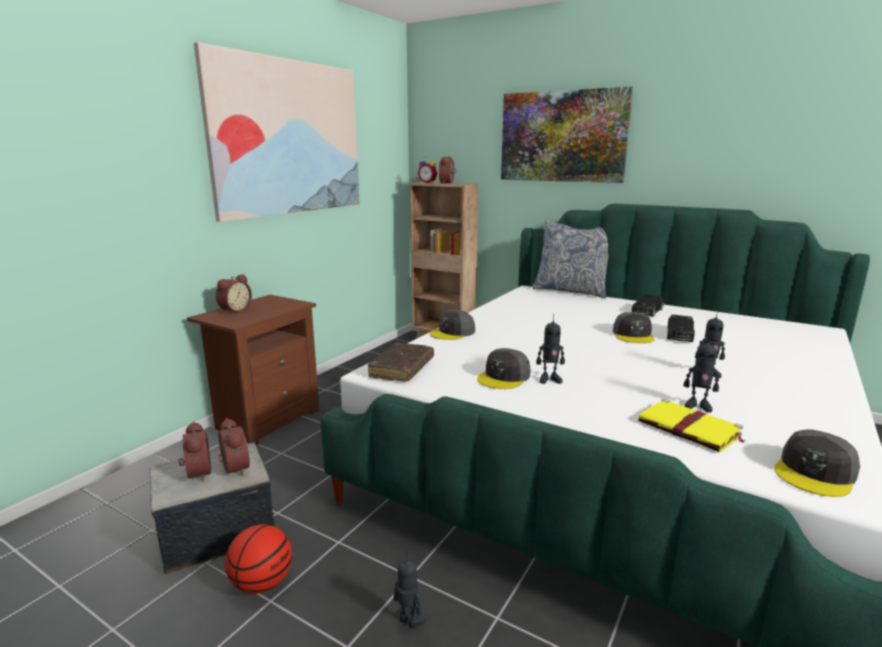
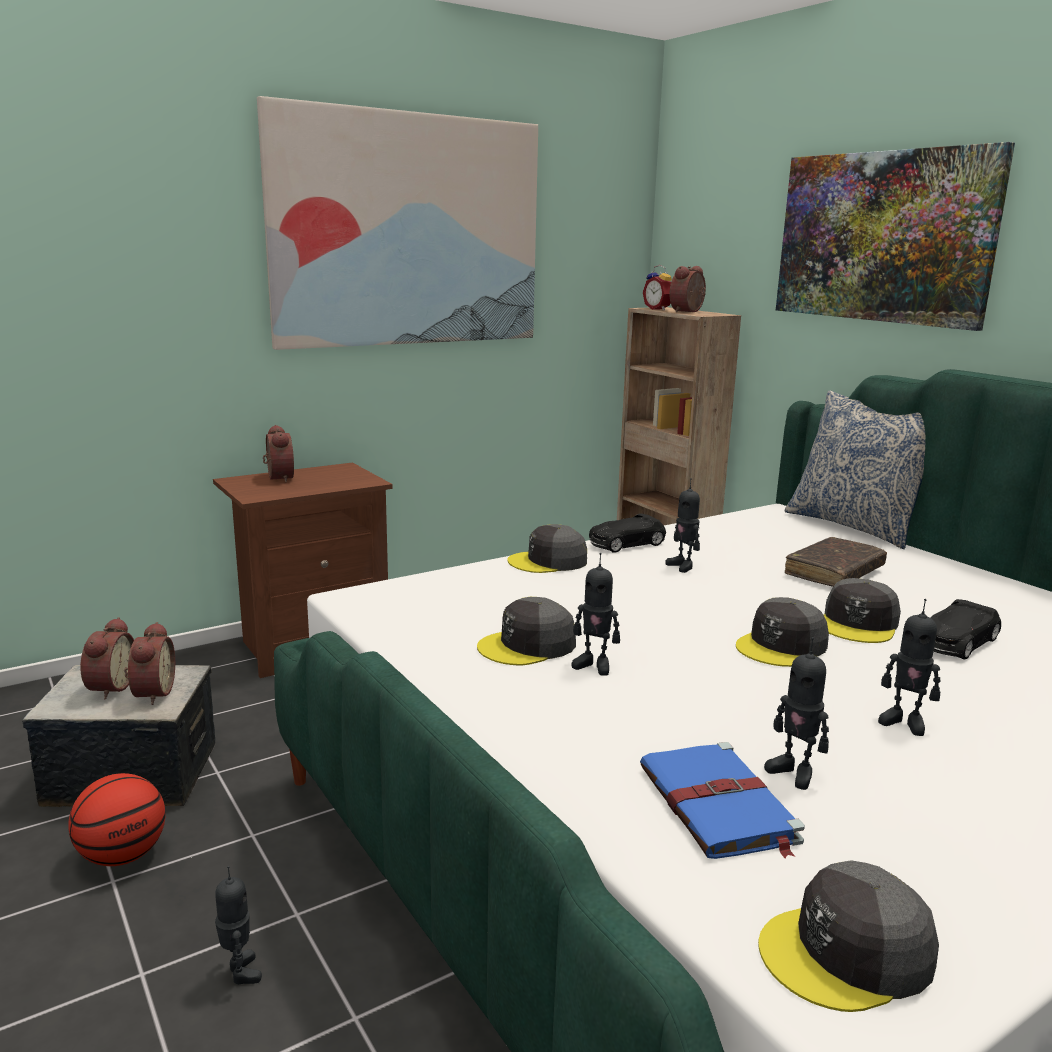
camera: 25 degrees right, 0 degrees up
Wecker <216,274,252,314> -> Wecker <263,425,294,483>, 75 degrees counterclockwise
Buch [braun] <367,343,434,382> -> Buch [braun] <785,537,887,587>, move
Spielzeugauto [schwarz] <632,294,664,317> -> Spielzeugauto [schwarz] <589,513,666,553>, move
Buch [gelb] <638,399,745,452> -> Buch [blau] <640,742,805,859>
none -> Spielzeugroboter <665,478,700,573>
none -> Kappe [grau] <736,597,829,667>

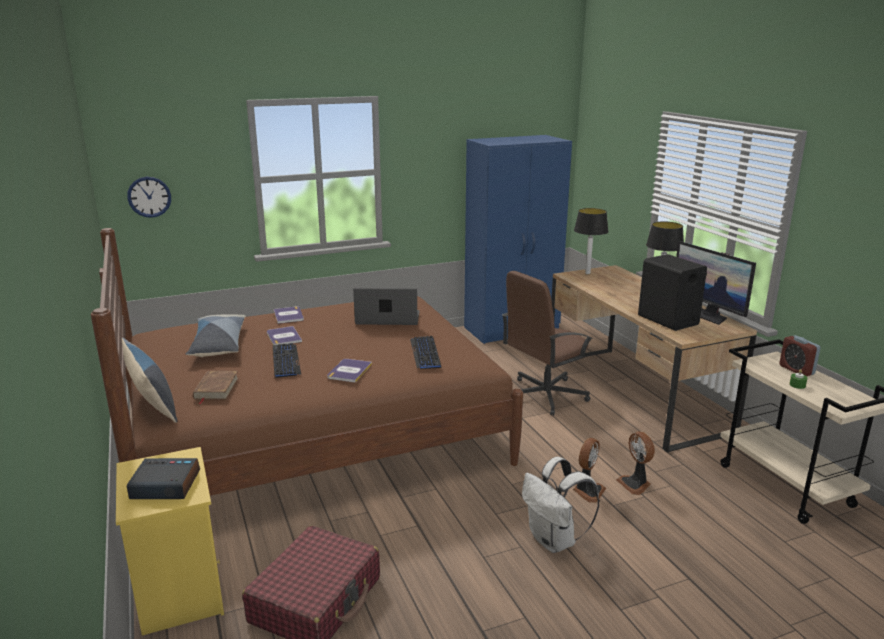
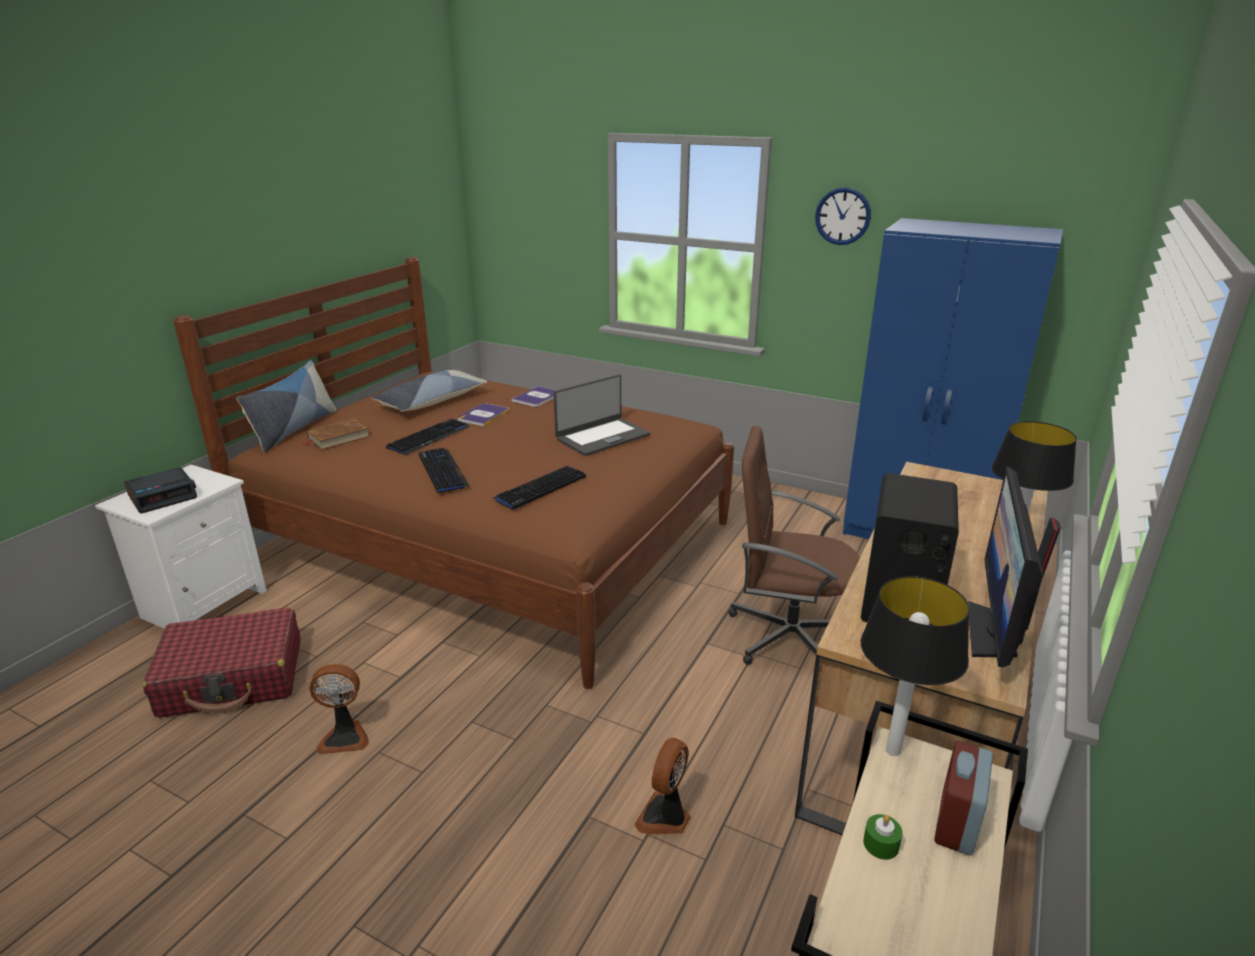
camera: 50 degrees right, 5 degrees up
Nachttisch [gelb] <116,447,224,635> -> Nachttisch [weiß] <95,465,267,629>
Wanduhr <127,177,171,218> -> Wanduhr <815,187,871,245>, move
Wecker <127,458,200,499> -> Wecker <124,467,197,513>, 90 degrees clockwise
Buch <327,359,372,383> -> Tastatur <419,448,470,493>
Laptop <353,287,420,325> -> Laptop <553,374,650,456>, 90 degrees clockwise
Rucksack [weiß] <522,457,600,553> -> none
Ventilator <573,438,606,503> -> Ventilator <310,664,369,754>, move
Tischlampe <574,208,609,274> -> Tischlampe <860,576,970,756>, move

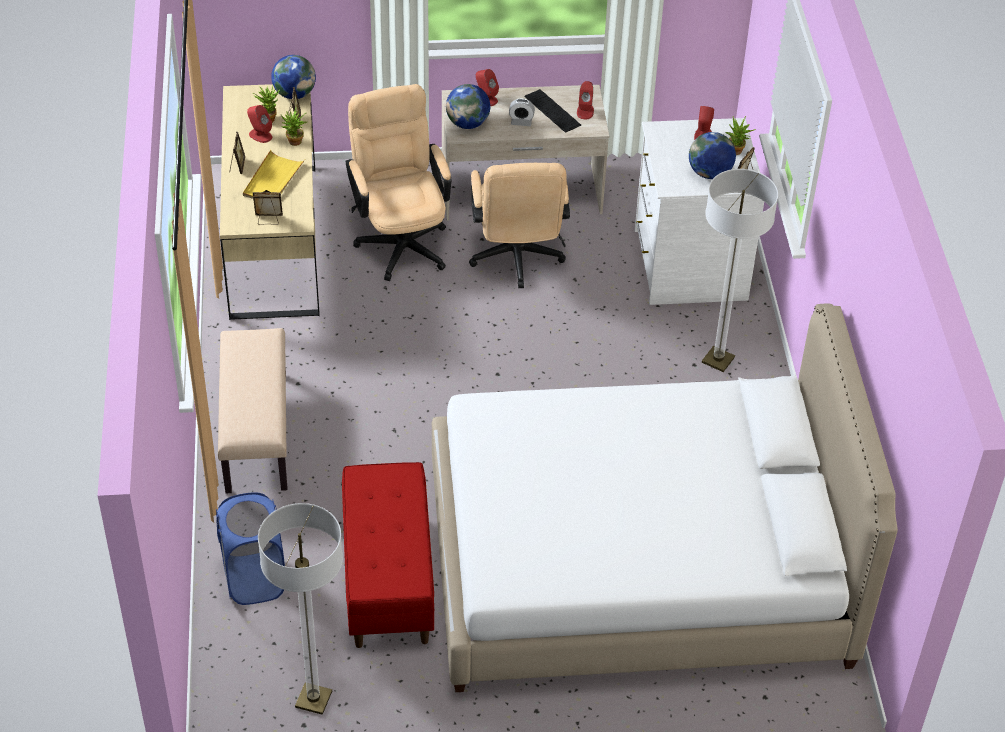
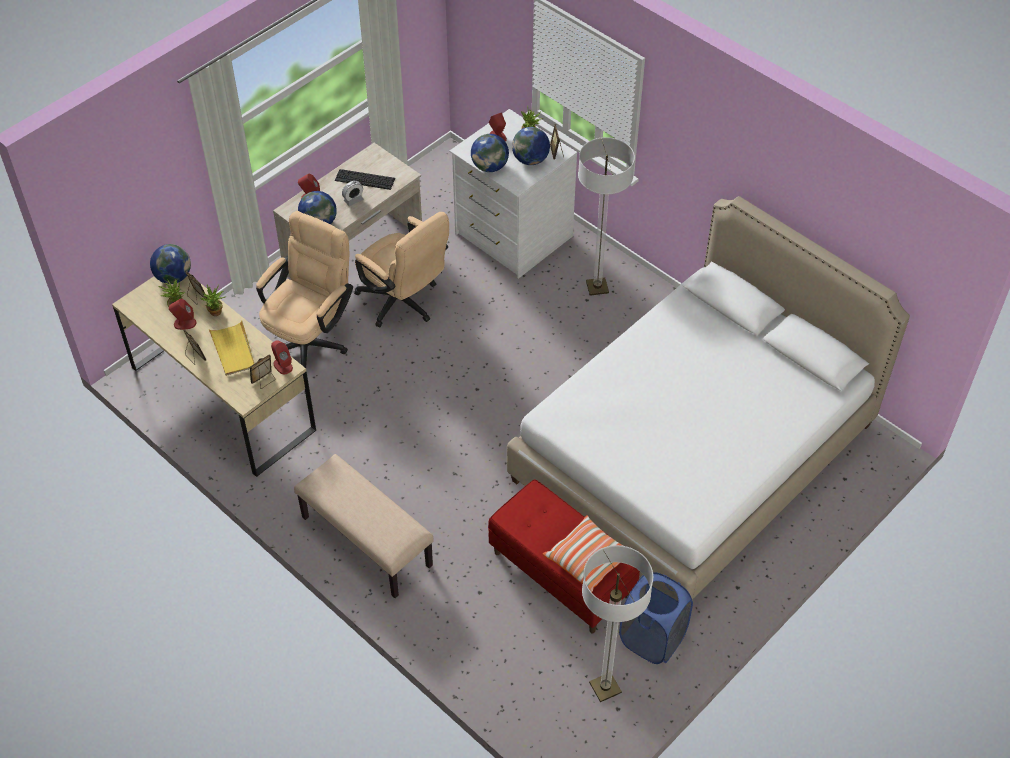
camera: 40 degrees left, 5 degrees up
Wäschekorb [blau] <216,492,285,605> -> Wäschekorb [blau] <619,572,693,664>, move
Bürostuhl [beige] <346,84,451,281> -> Bürostuhl [beige] <256,211,353,368>, 90 degrees clockwise
Lautsprecher [rot] <577,81,594,119> -> Lautsprecher [rot] <271,340,293,374>, move
none -> Globus <471,134,509,172>
none -> Kissen <543,515,623,592>

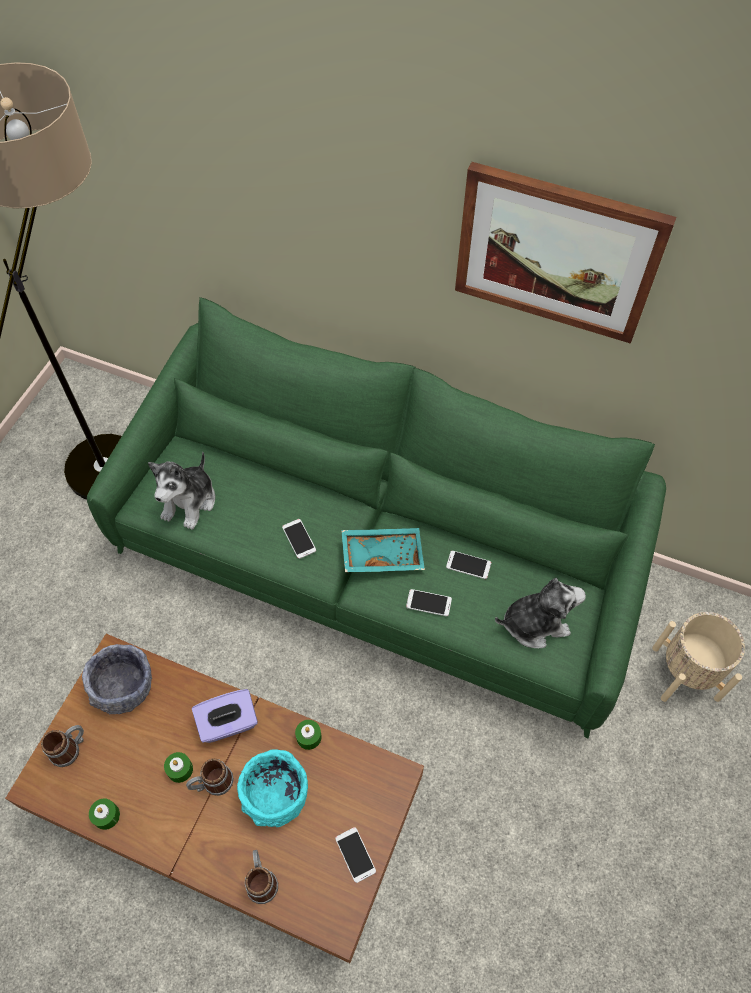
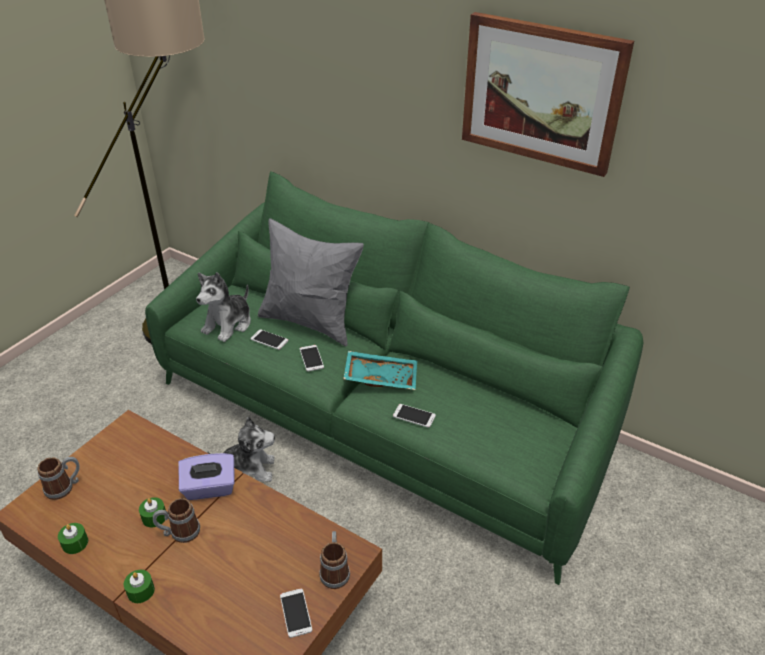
camera: 10 degrees right, 20 degrees down
Schüssel [grau] <82,644,152,714> -> none
Schüssel [türkis] <237,749,308,827> -> none
Henkelbecher <245,850,278,904> -> Henkelbecher <319,531,350,589>, move
Kerze [grün] <295,720,322,750> -> Kerze [grün] <124,570,155,603>, move
Handy <446,551,491,579> -> Handy <251,329,288,350>, move
Plüschtier <495,578,586,648> -> Plüschtier <207,417,275,482>, move
Pflanzkübel [beige] <652,612,745,702> -> none
none -> Kissen [grau] <258,218,364,346>

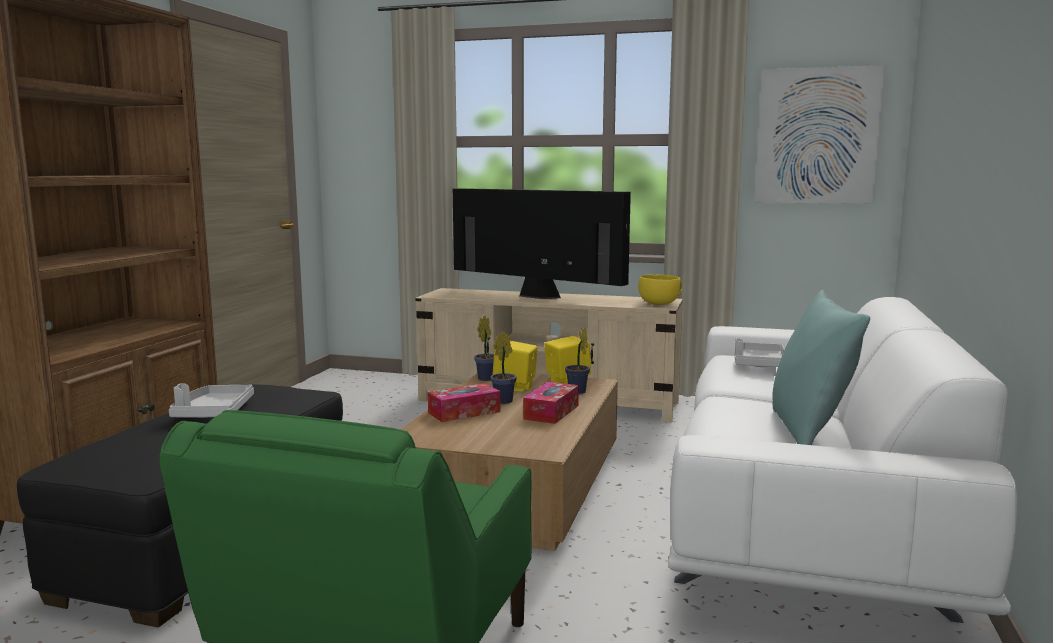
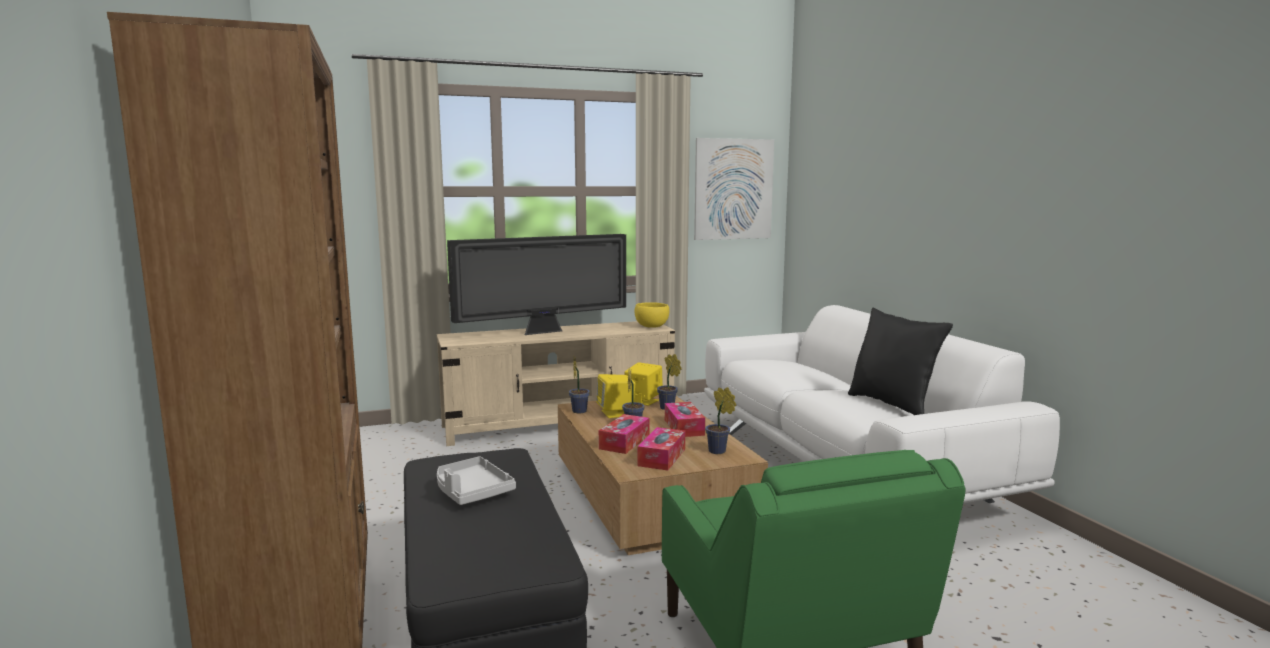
camera: 35 degrees left, 0 degrees up
Fernseher <453,188,631,299> -> Fernseher <447,234,626,335>, 150 degrees clockwise
Tablett [grau] <735,338,785,367> -> none
Kissen [türkis] <772,290,870,445> -> Kissen [schwarz] <848,308,953,415>
none -> Taschentuchbox <637,427,685,470>
none -> Topfpflanze <705,387,736,454>

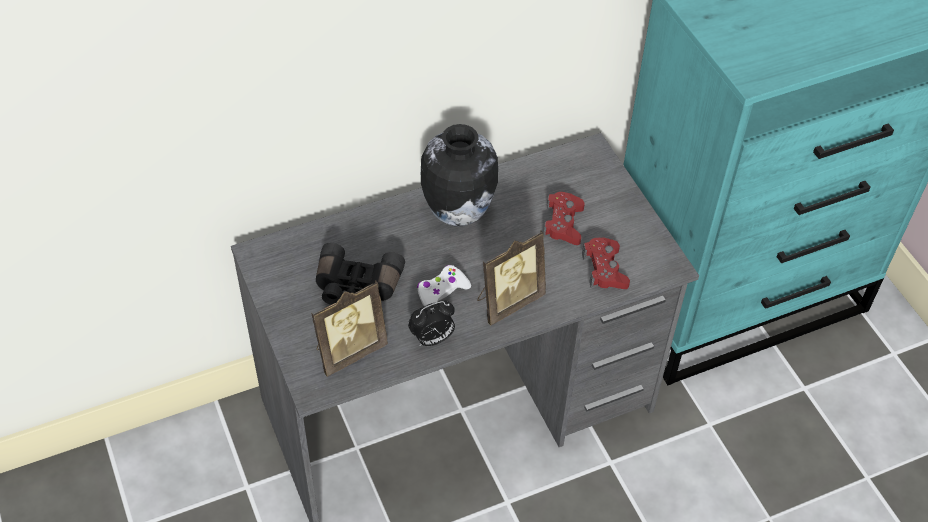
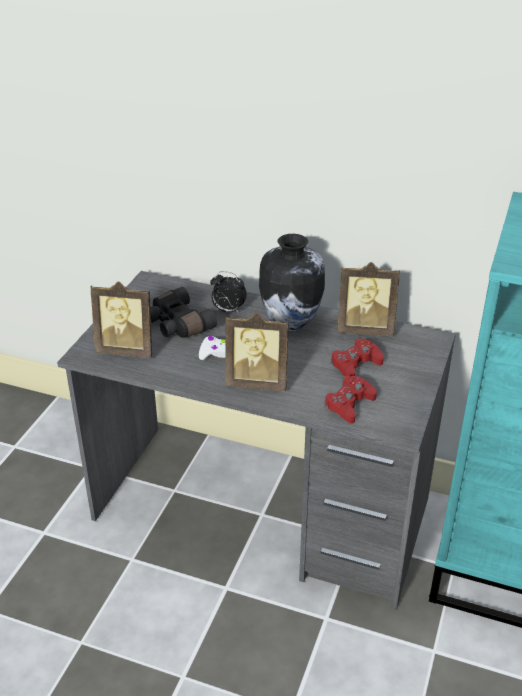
camera: 45 degrees right, 15 degrees down
Wecker <408,300,455,346> -> Wecker <210,271,247,314>, move
none -> Bilderrahmen <337,262,400,336>

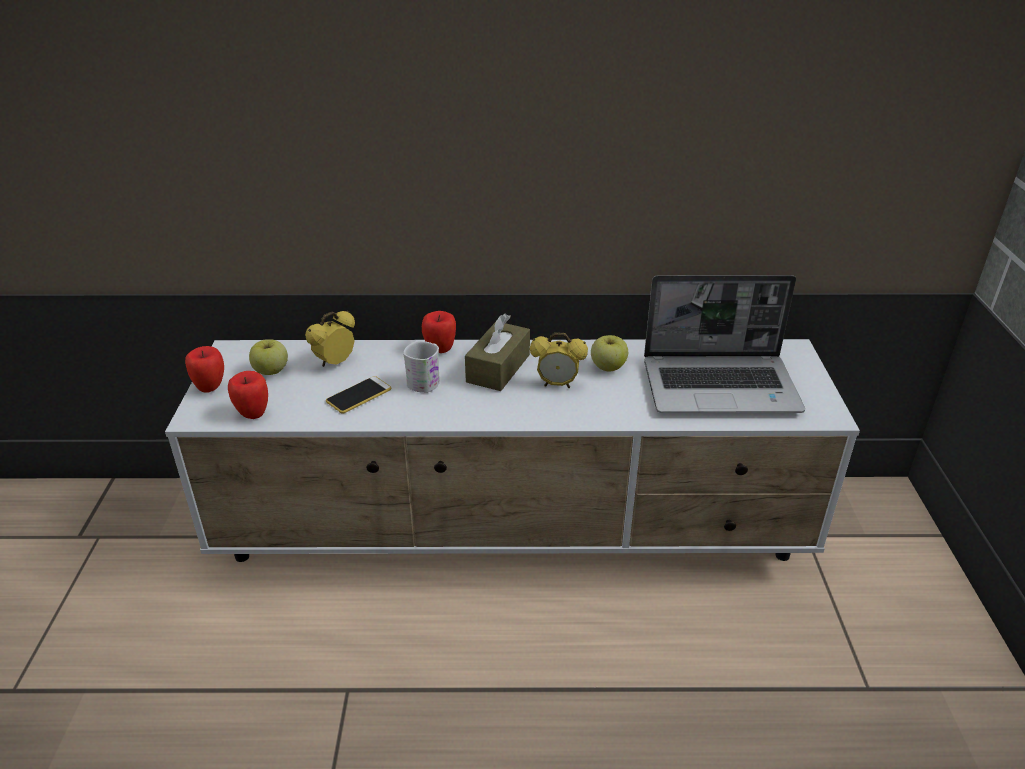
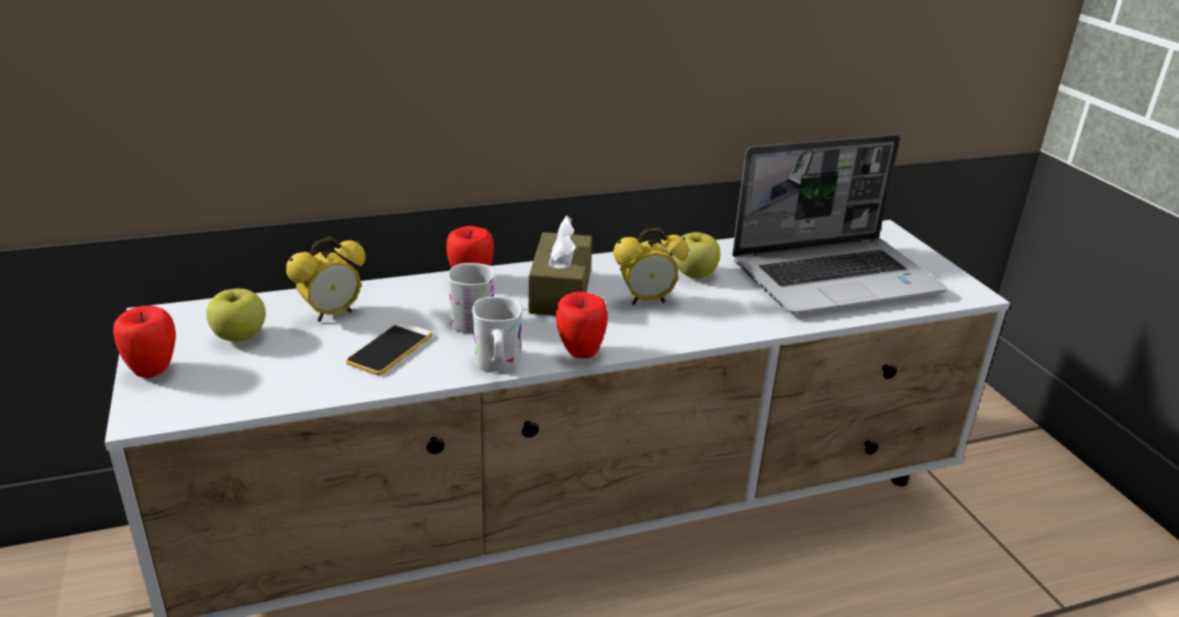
camera: 20 degrees left, 5 degrees down
Apfel <228,371,268,419> -> Apfel <556,292,608,358>, move
Wecker <305,311,355,367> -> Wecker <286,237,366,322>, 150 degrees counterclockwise
none -> Henkelbecher [weiß] <472,296,522,372>

